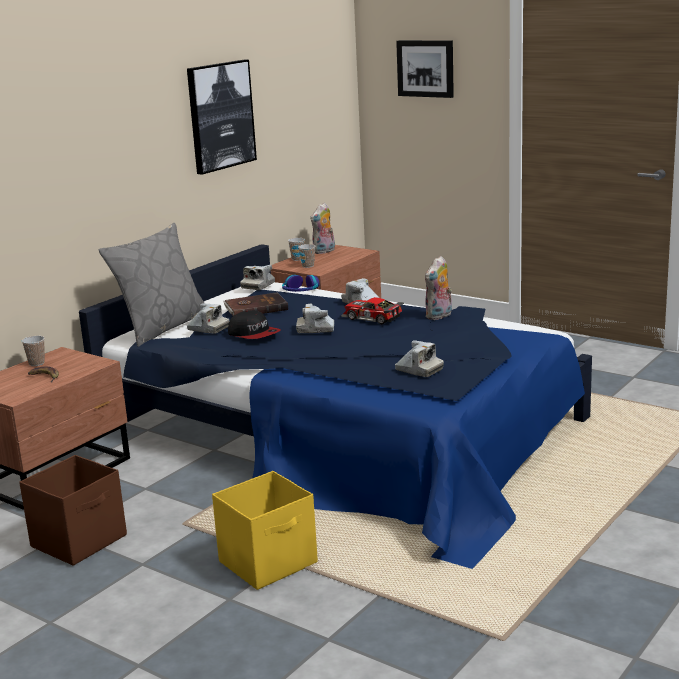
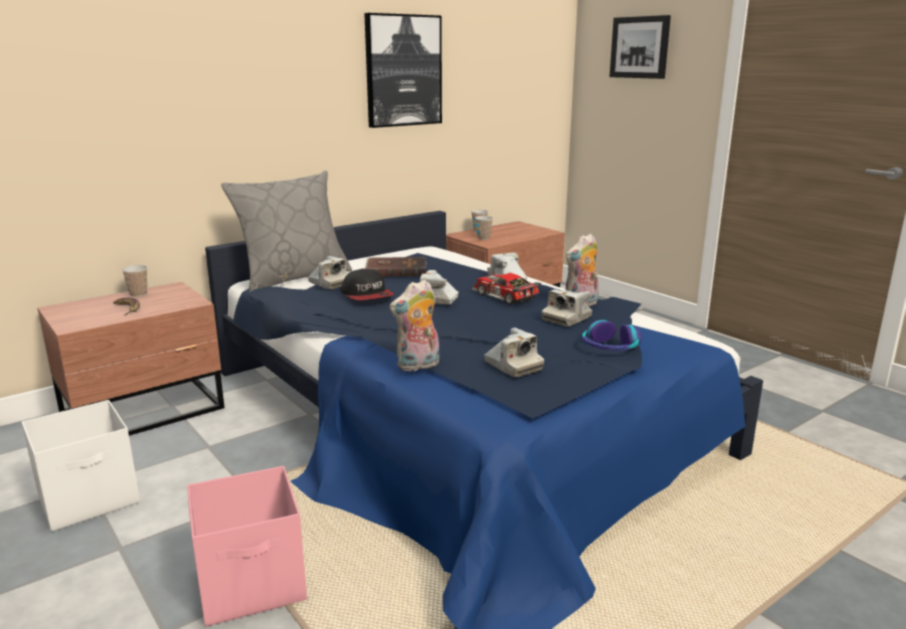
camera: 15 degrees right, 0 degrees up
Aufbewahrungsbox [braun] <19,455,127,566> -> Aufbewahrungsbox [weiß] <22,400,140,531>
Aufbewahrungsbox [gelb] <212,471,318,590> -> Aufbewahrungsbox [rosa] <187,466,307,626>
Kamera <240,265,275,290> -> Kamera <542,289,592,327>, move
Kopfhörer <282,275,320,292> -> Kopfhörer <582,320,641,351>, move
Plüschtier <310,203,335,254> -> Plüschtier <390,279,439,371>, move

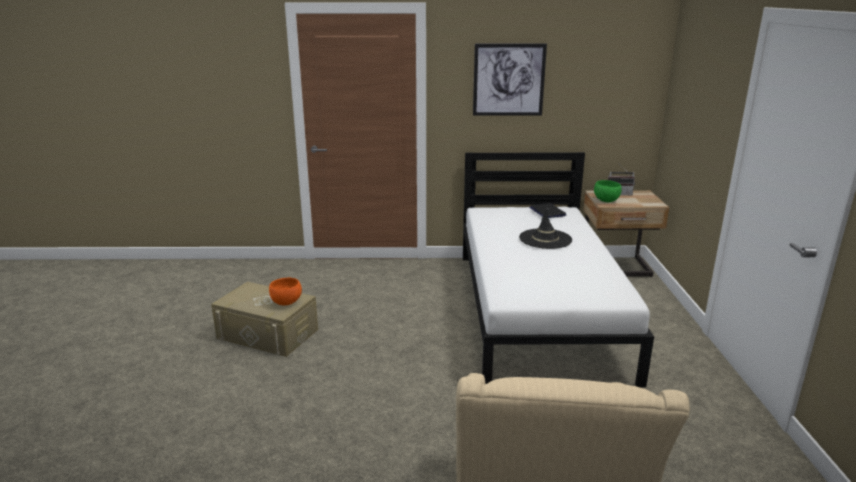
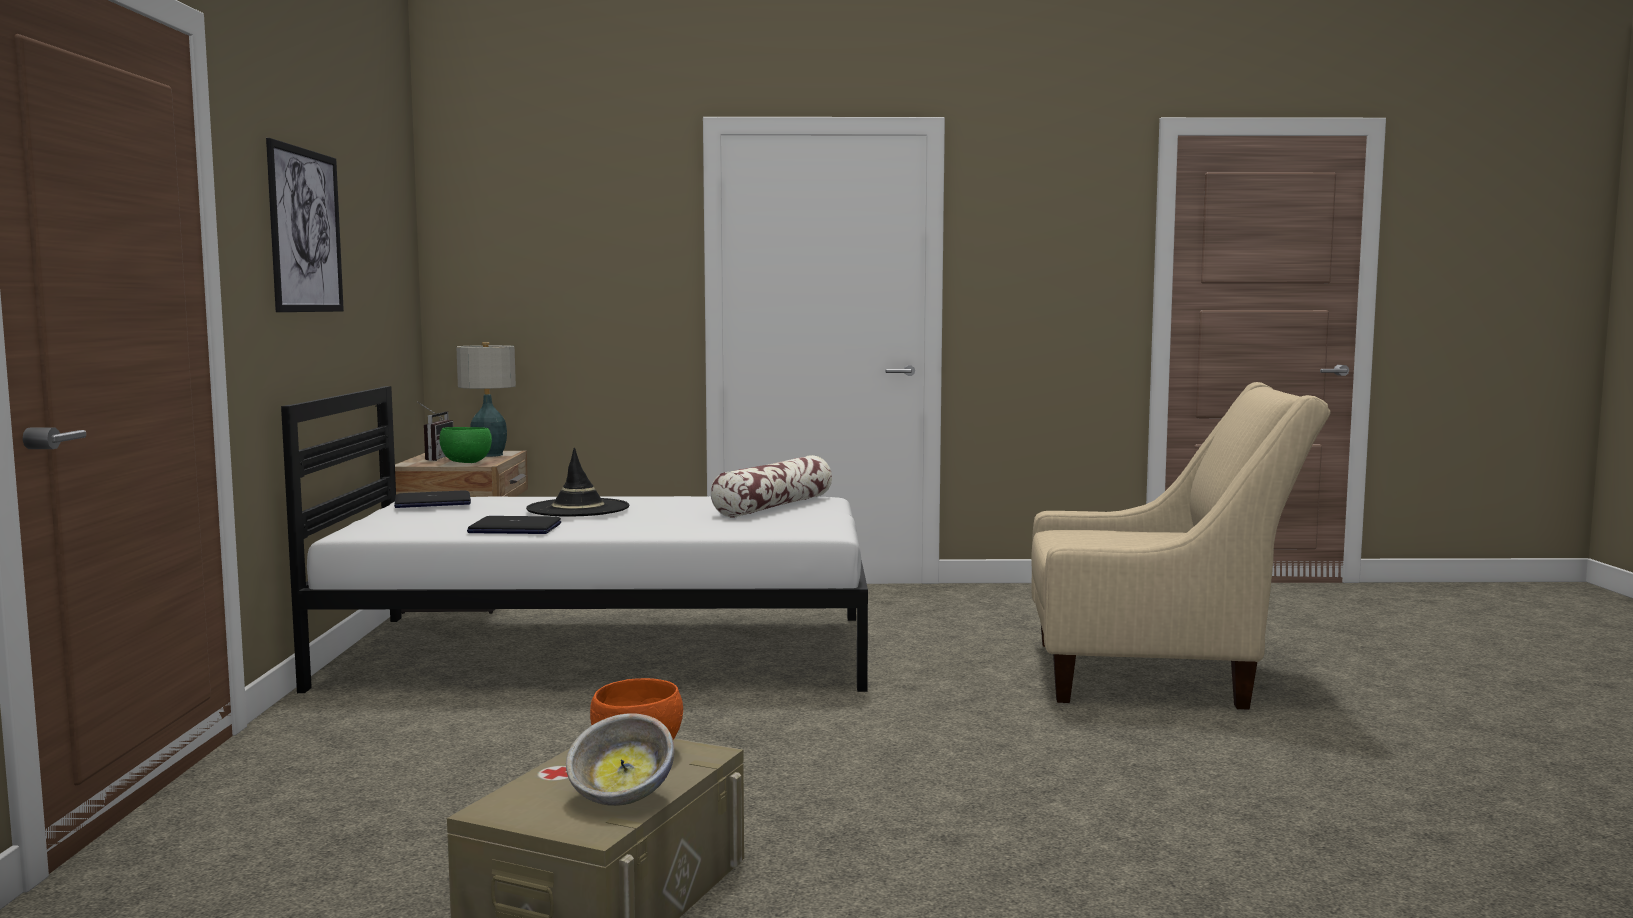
camera: 90 degrees left, 15 degrees down
none -> Tischlampe <456,342,516,457>
none -> Laptop <467,516,561,534>
none -> Schüssel <566,713,674,806>
none -> Kissen <710,455,832,518>

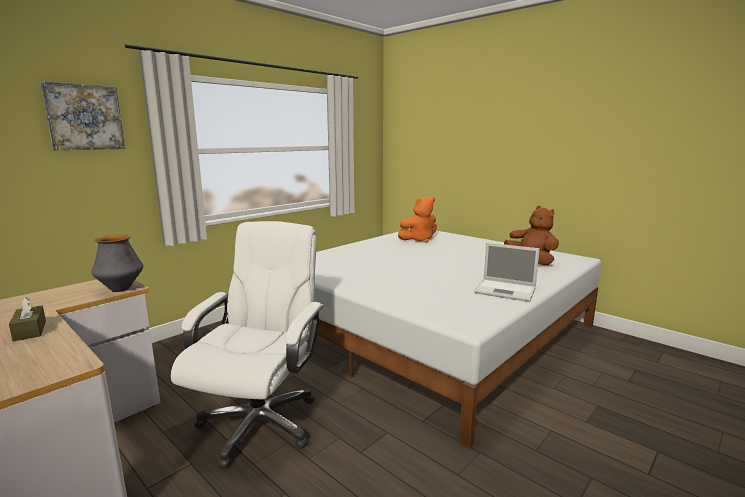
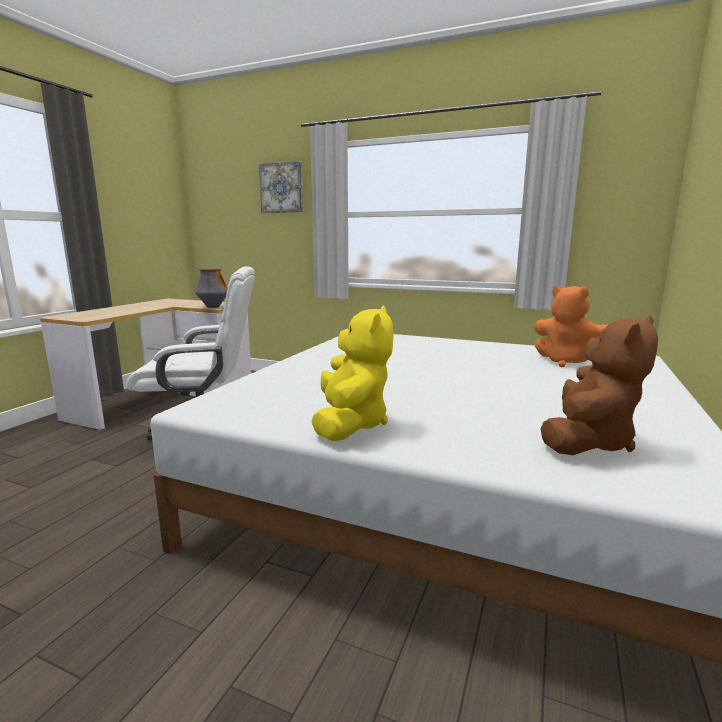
camera: 70 degrees right, 0 degrees up
Taschentuchbox [braun] <9,297,46,341> -> none
Laptop <474,243,540,302> -> Plüschtier [gelb] <312,305,393,441>

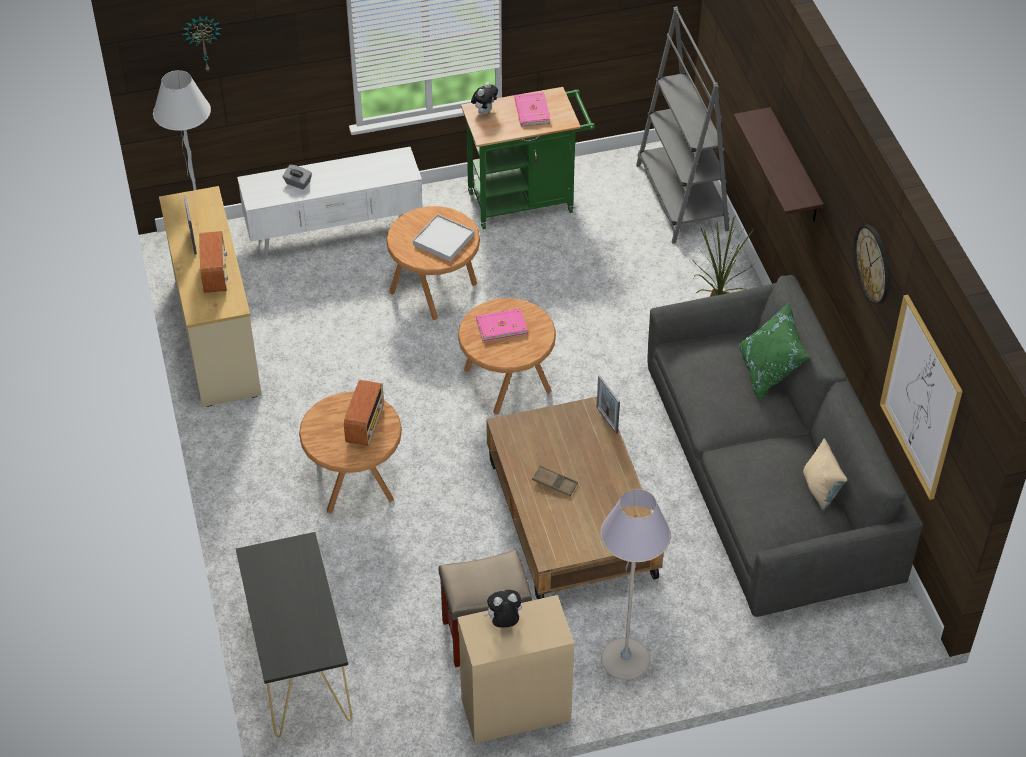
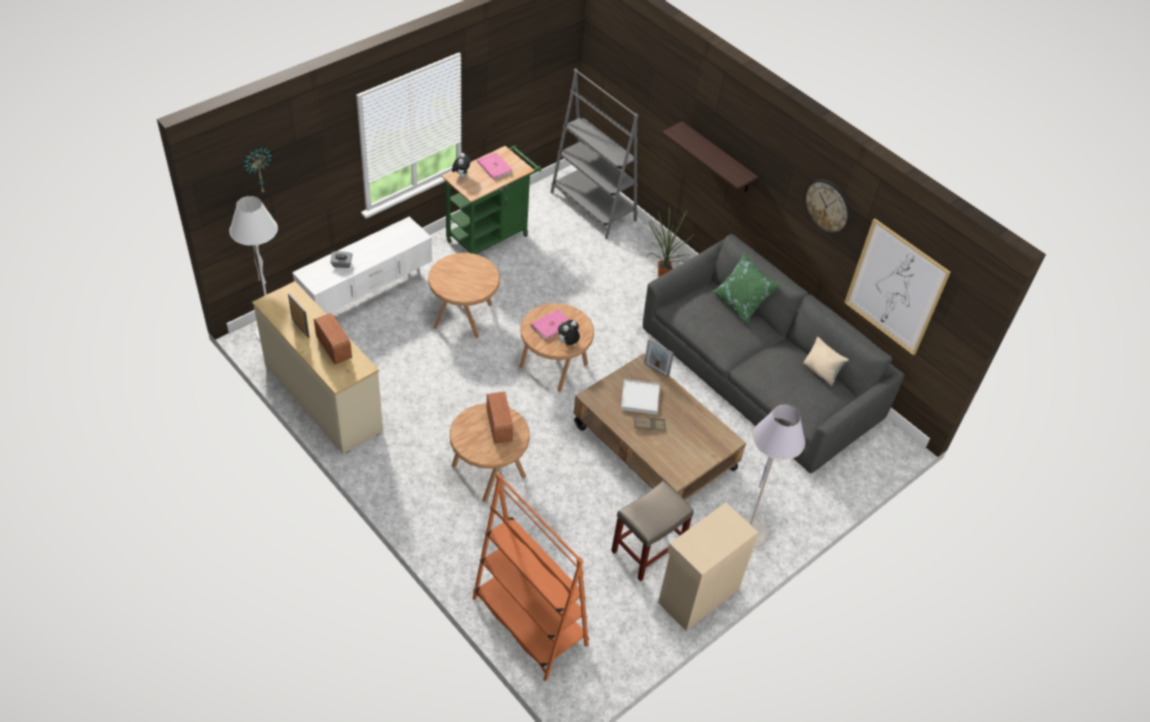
camera: 30 degrees left, 0 degrees up
Konsolentisch [schwarz] <236,532,352,737> -> Bücherregal [orange] <473,472,589,681>
Tablett [weiß] <413,214,474,261> -> Tablett [weiß] <621,379,660,415>, move
Plüschtier <484,590,522,627> -> Plüschtier <558,320,580,345>, move

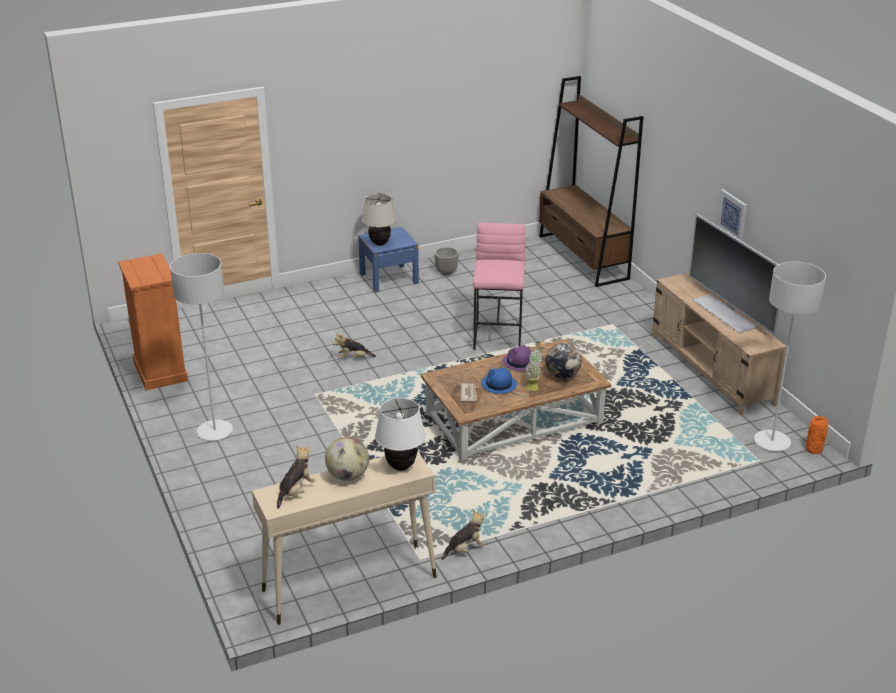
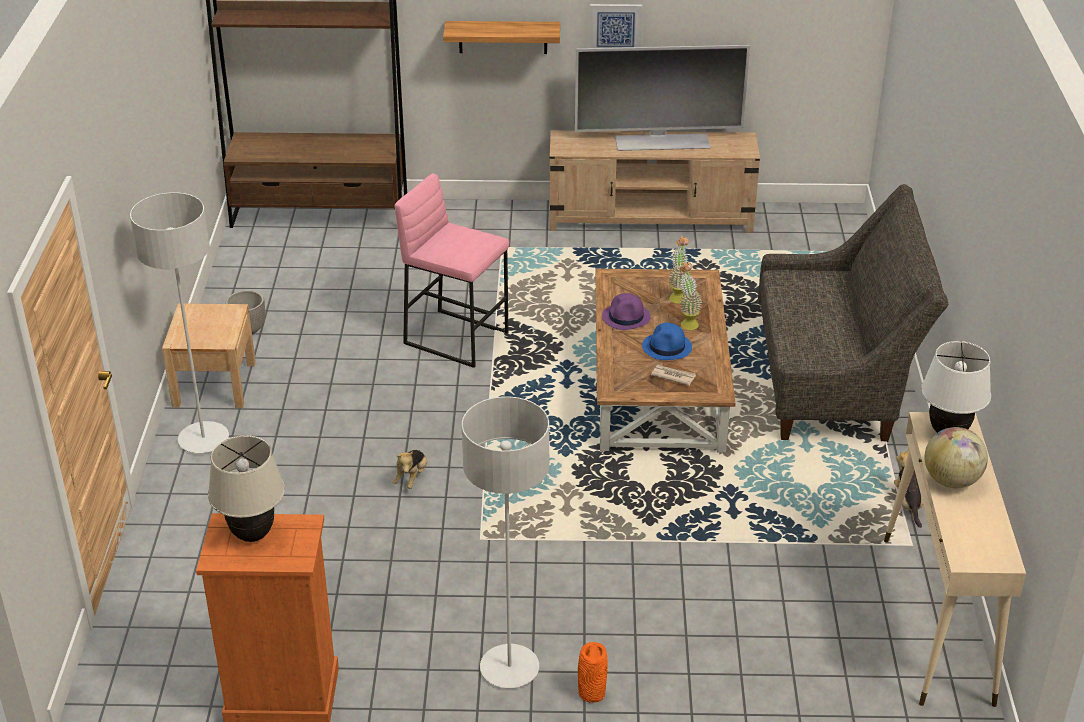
camera: 65 degrees left, 5 degrees up
Plüschtier <277,446,315,509> -> none
Nachttisch [blau] <358,227,419,293> -> Nachttisch [beige] <162,303,256,408>
Tischlampe [beige] <362,193,397,246> -> Tischlampe [beige] <208,435,285,542>, move
Globus <546,343,581,379> -> Topfpflanze <668,236,691,304>
Stehlampe [grau] <754,262,826,451> -> Stehlampe [grau] <130,192,229,453>, move
Vase [orange] <806,416,829,454> -> Vase [orange] <578,642,608,703>, move
none -> Wandregal <443,21,560,54>
none -> Sofa [grau] <758,184,948,442>

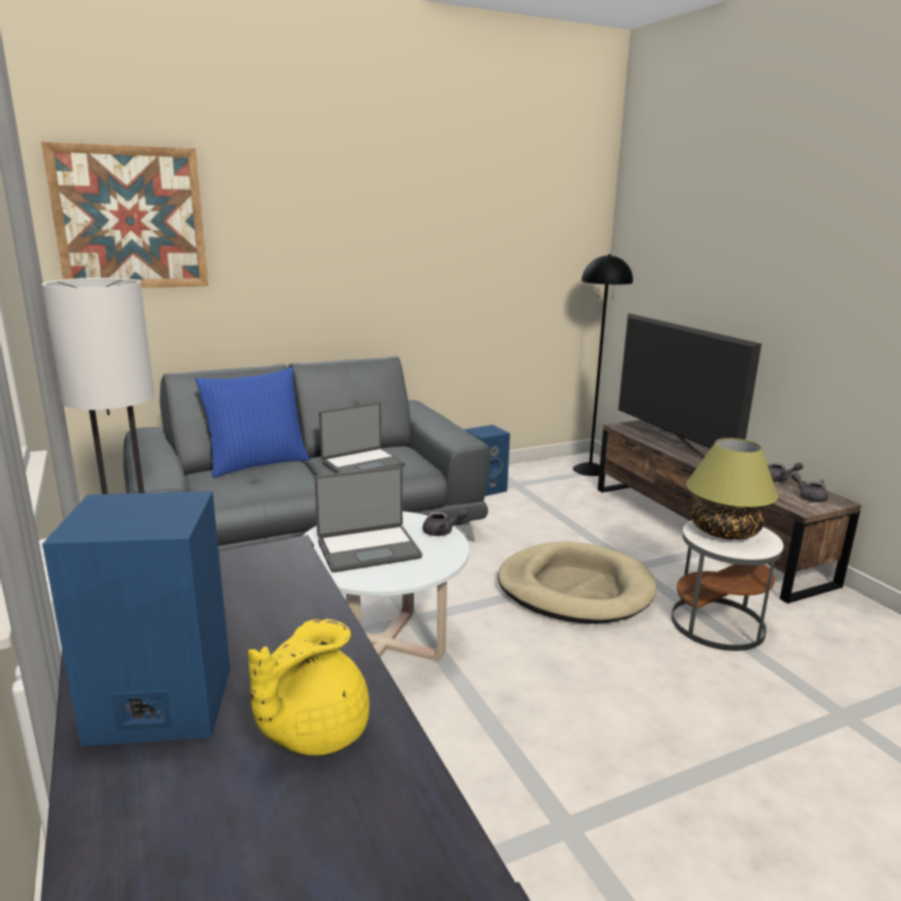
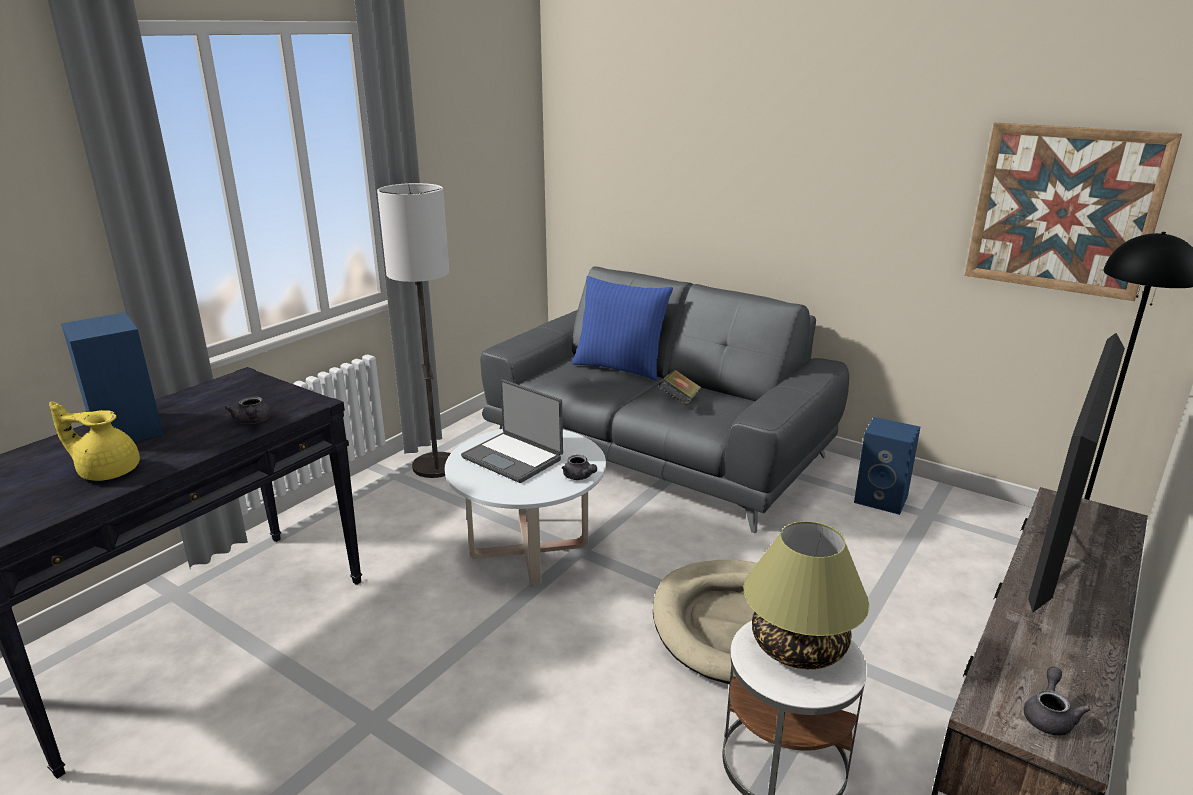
camera: 60 degrees right, 5 degrees up
Bild <41,142,208,288> -> Bild <964,123,1182,301>, move
Laptop <319,402,405,473> -> Buch <658,369,701,405>
Teekanne [grau] <768,462,803,482> -> Teekanne [grau] <225,396,271,424>, move

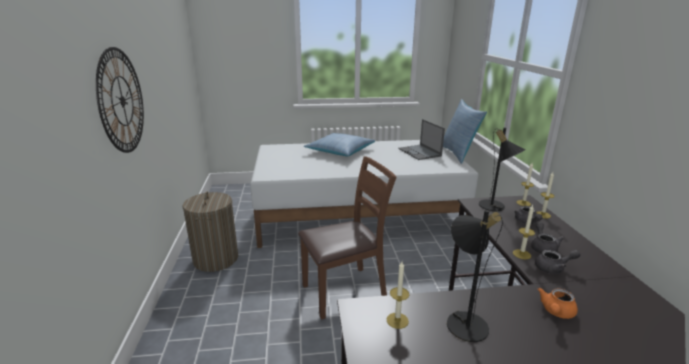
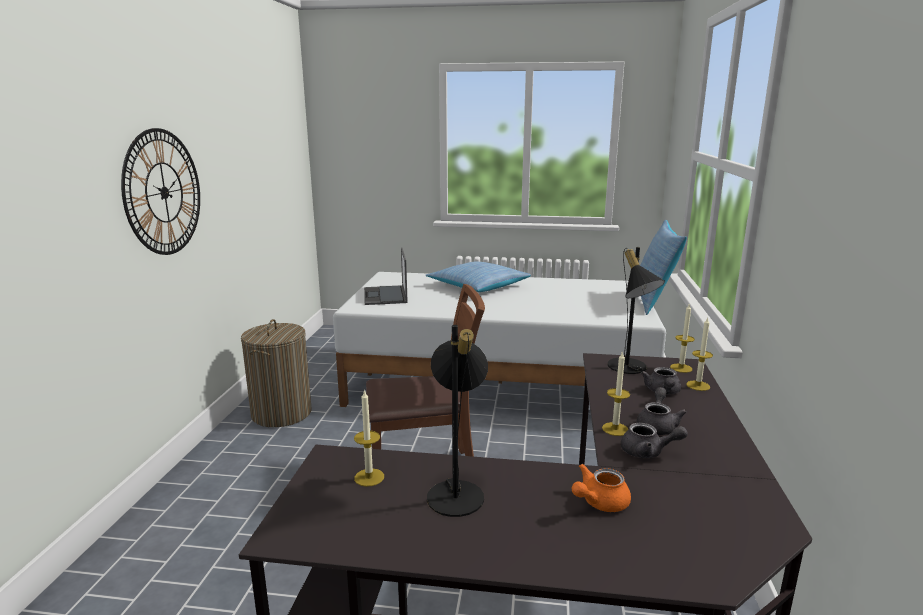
camera: 15 degrees right, 5 degrees down
Laptop <398,119,445,160> -> Laptop <364,247,407,305>, move

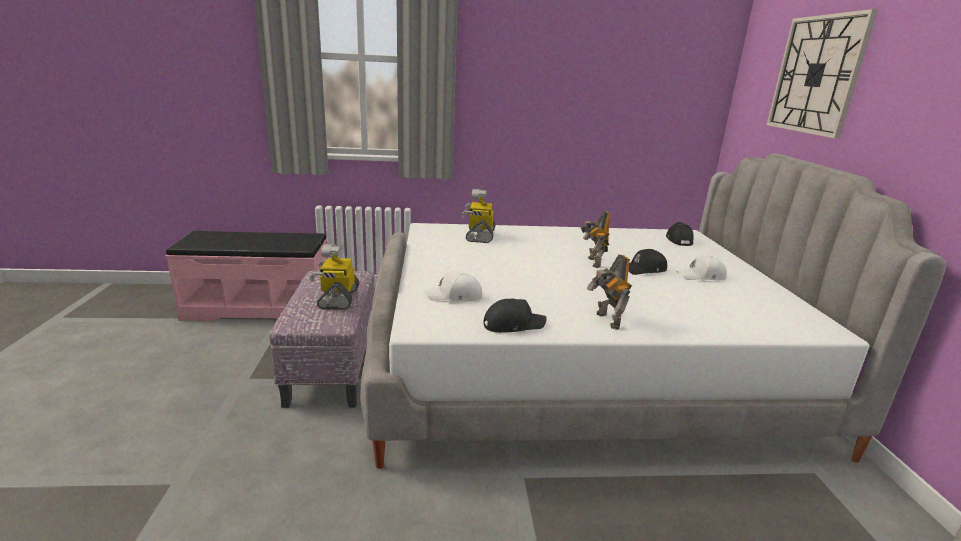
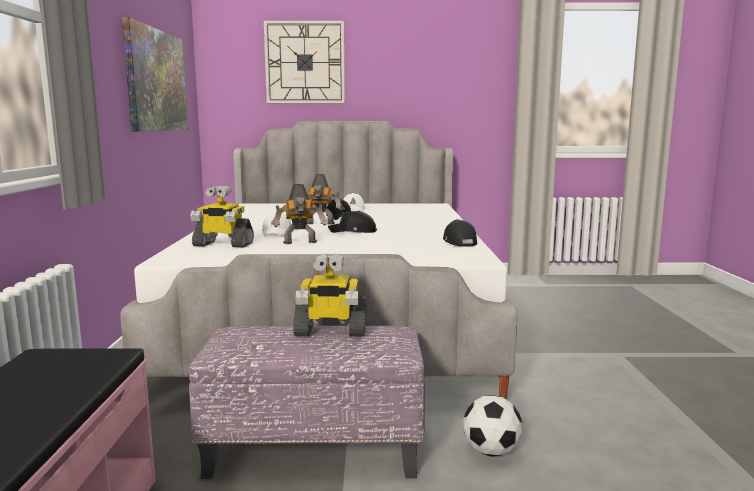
camera: 85 degrees left, 10 degrees down
Kappe [weiß] <424,272,482,301> -> Kappe [weiß] <262,212,291,236>, move
Spielzeugroboter <587,254,632,330> -> Spielzeugroboter <273,184,326,244>, move
Kappe [schwarz] <666,222,694,246> -> Kappe [schwarz] <328,211,377,233>, move
none -> Bild <122,17,188,131>
none -> Fußball <463,395,523,457>

